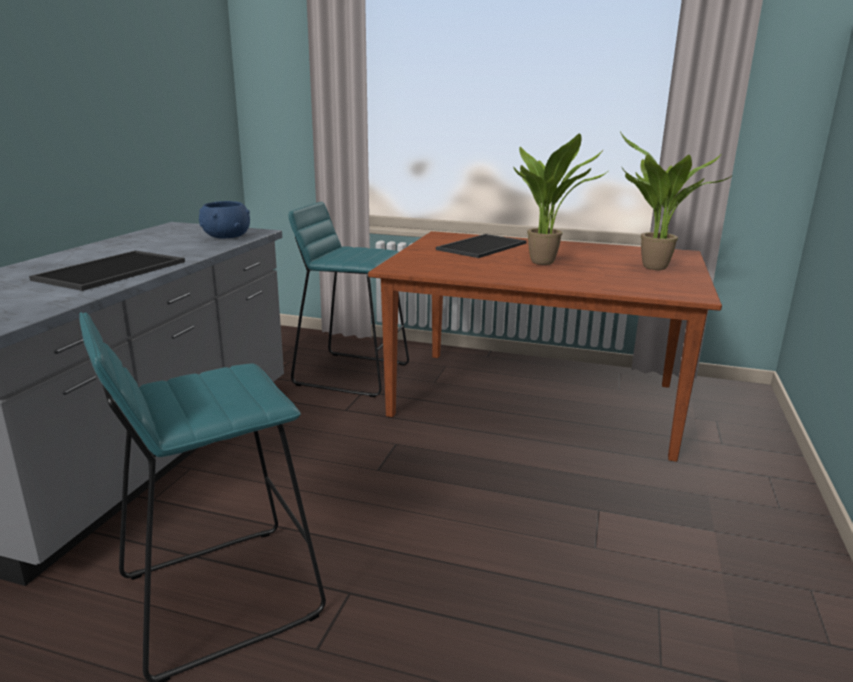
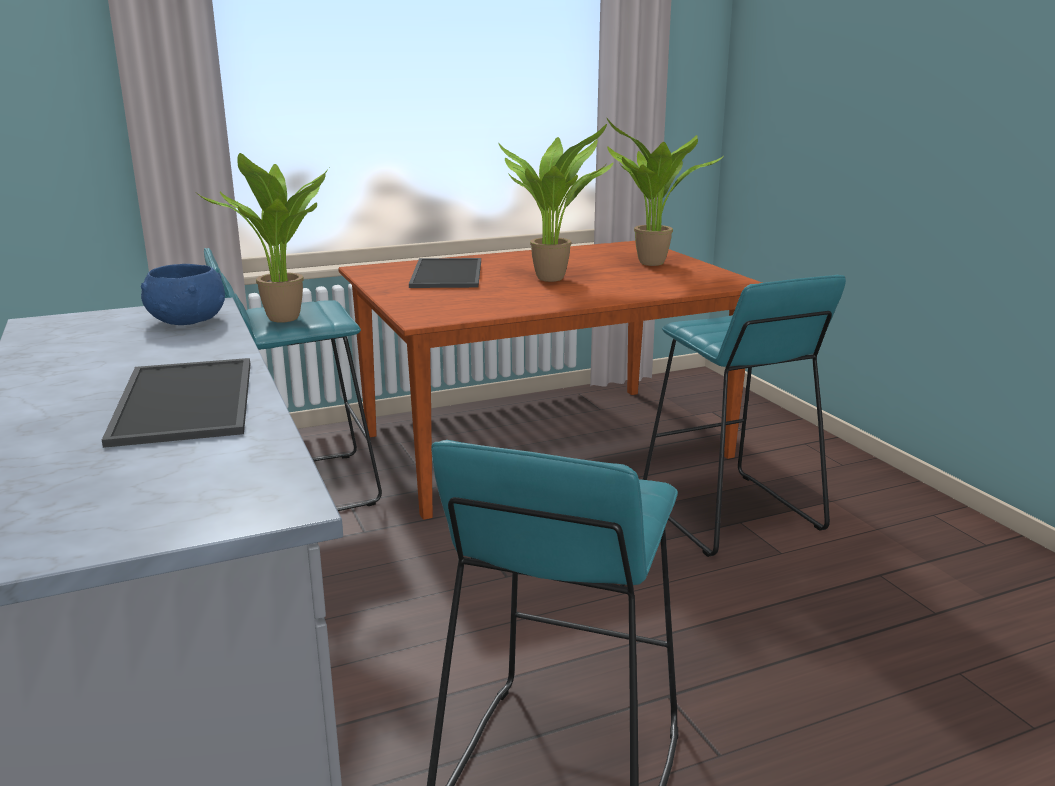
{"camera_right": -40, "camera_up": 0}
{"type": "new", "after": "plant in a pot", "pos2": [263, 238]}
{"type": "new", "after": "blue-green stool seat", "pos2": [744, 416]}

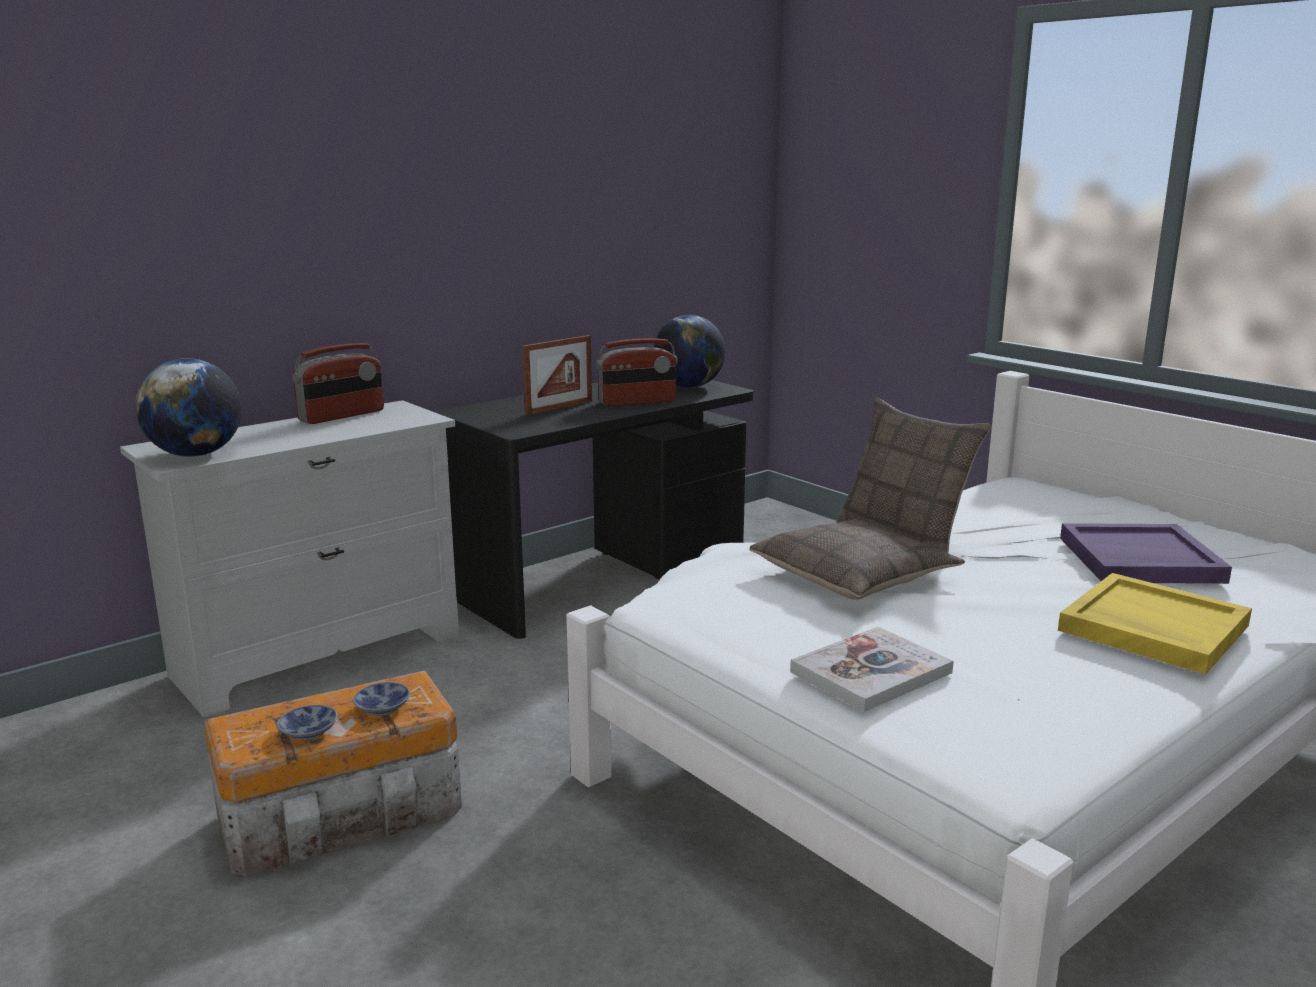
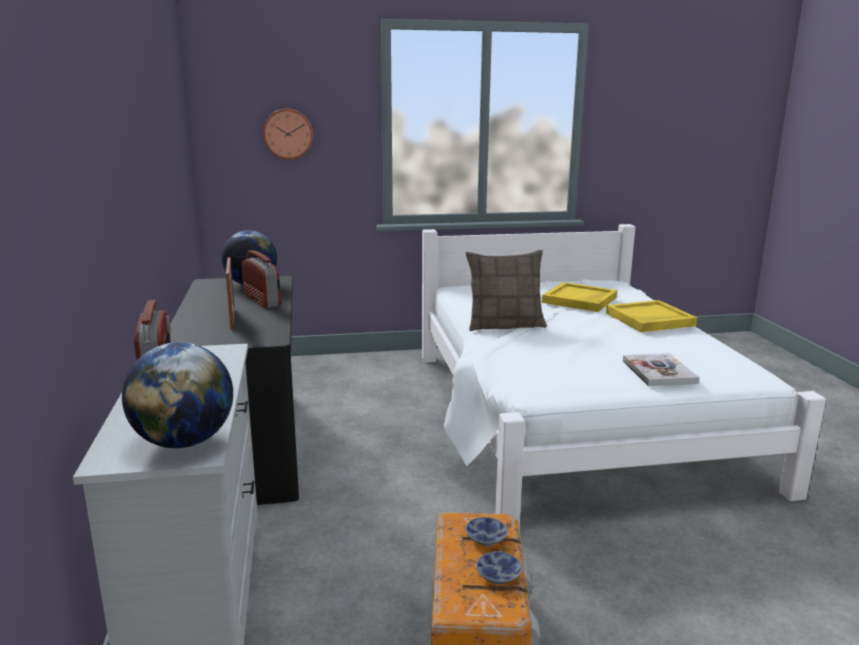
{"camera_right": -60, "camera_up": 0}
{"type": "rotated", "before": "radio receiver", "pos1": [637, 372], "pos2": [261, 279], "turn": -45}
{"type": "gone", "before": "pillow", "pos1": [857, 559]}
{"type": "repainted", "before": "purple serving tray", "after": "yellow serving tray", "pos1": [1146, 553], "pos2": [579, 297]}
{"type": "new", "after": "hanging clock", "pos2": [288, 134]}

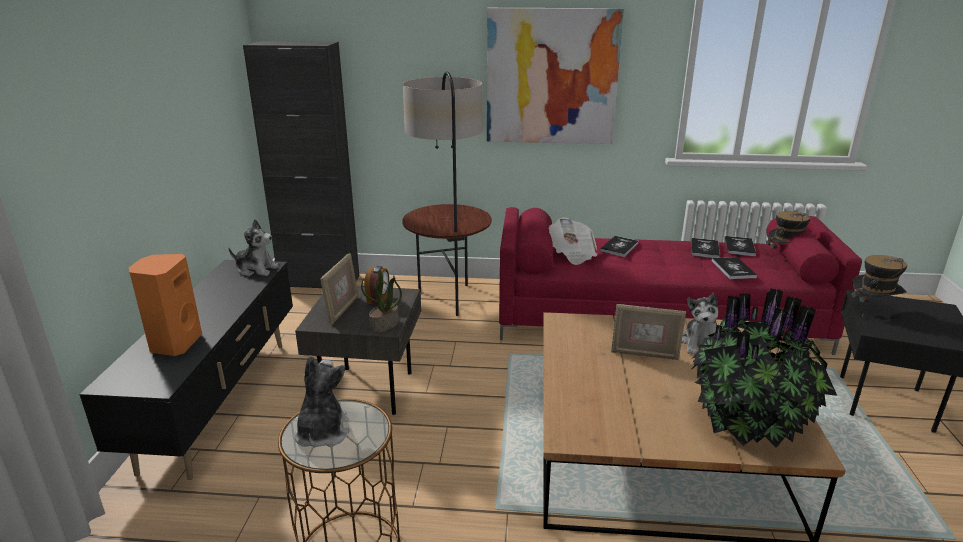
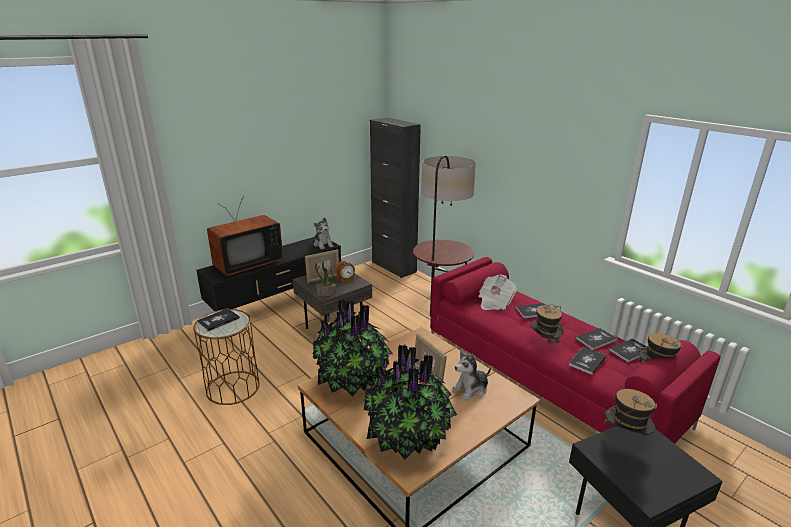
{"camera_right": 45, "camera_up": 0}
{"type": "gone", "before": "wall picture", "pos1": [555, 76]}
{"type": "swapped", "before": "orangey audio speaker", "after": "television", "pos1": [165, 305], "pos2": [245, 235]}
{"type": "swapped", "before": "cuddly toy", "after": "volume", "pos1": [322, 401], "pos2": [218, 320]}
{"type": "new", "after": "plant in a pot", "pos2": [352, 348]}
{"type": "new", "after": "clothing hat", "pos2": [547, 324]}

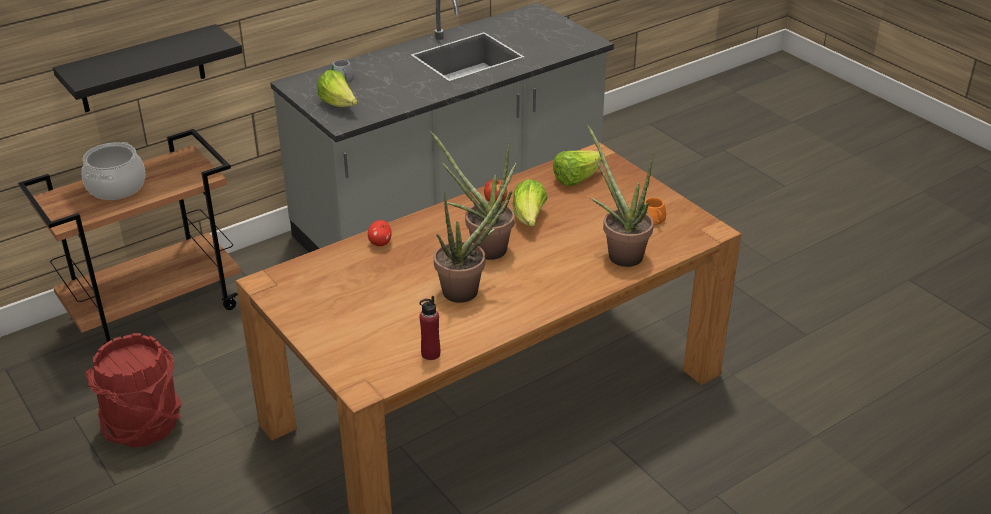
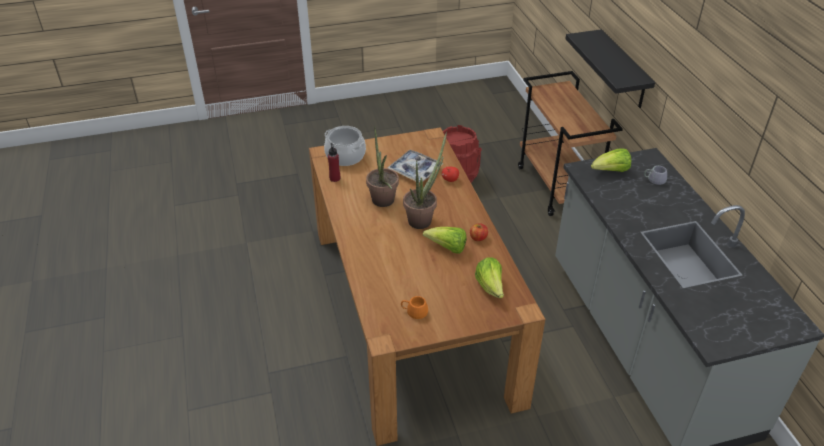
{"camera_right": 110, "camera_up": 5}
{"type": "gone", "before": "plant in a pot", "pos1": [620, 195]}
{"type": "shifted", "before": "stockpot", "pos1": [113, 171], "pos2": [345, 146]}
{"type": "new", "after": "serving tray", "pos2": [415, 166]}

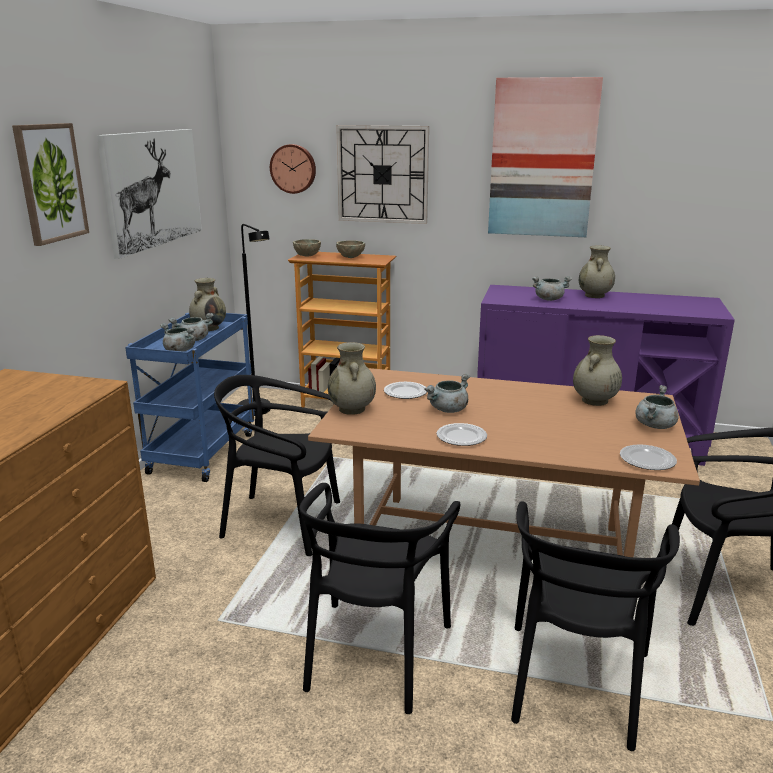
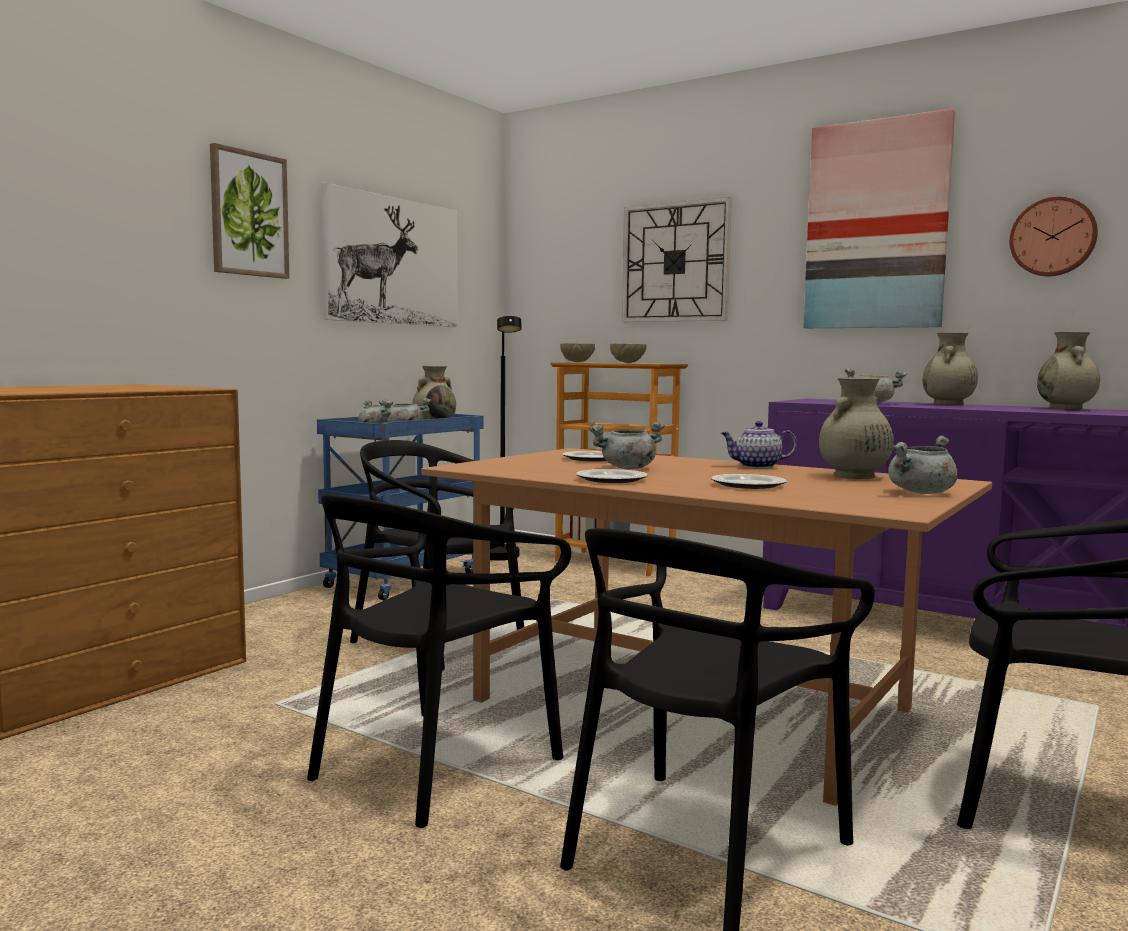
{"camera_right": 20, "camera_up": -15}
{"type": "shifted", "before": "hanging clock", "pos1": [293, 169], "pos2": [1053, 236]}
{"type": "shifted", "before": "sand-coloured vase", "pos1": [352, 378], "pos2": [1068, 371]}
{"type": "shifted", "before": "flat dish", "pos1": [648, 457], "pos2": [749, 481]}
{"type": "new", "after": "pot for tea", "pos2": [759, 444]}

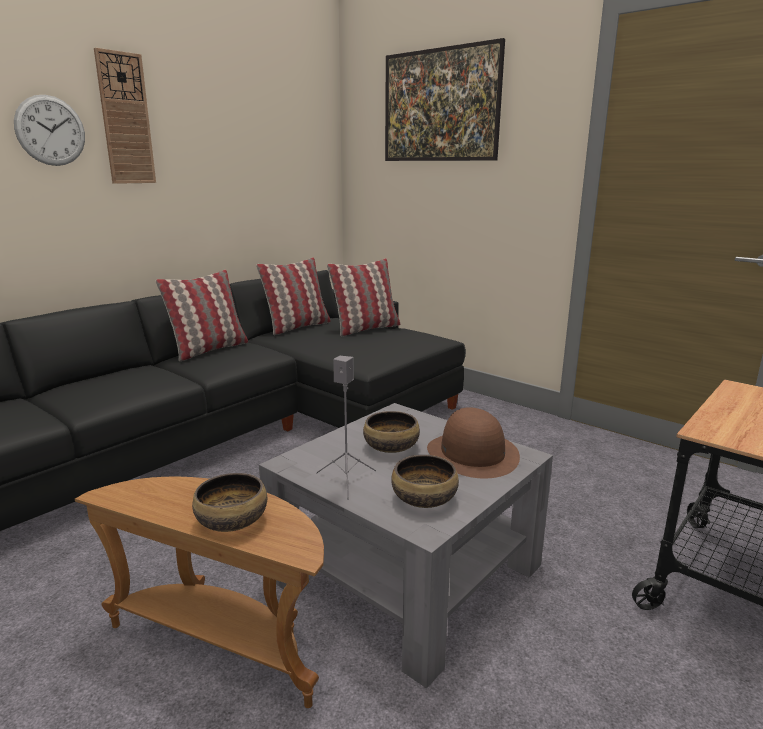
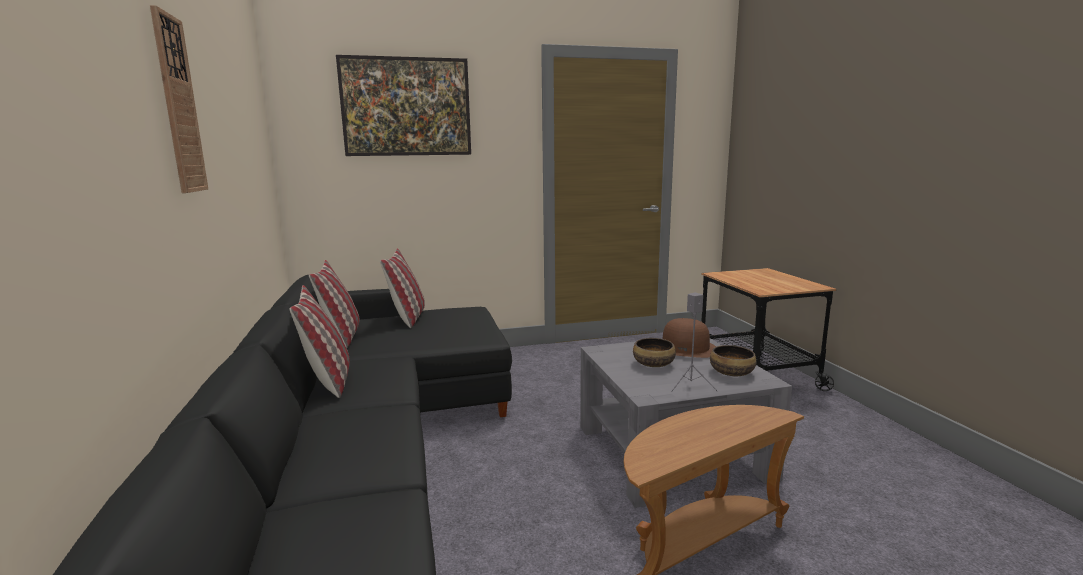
{"camera_right": -55, "camera_up": -5}
{"type": "gone", "before": "hanging clock", "pos1": [49, 130]}
{"type": "gone", "before": "bowl", "pos1": [229, 502]}

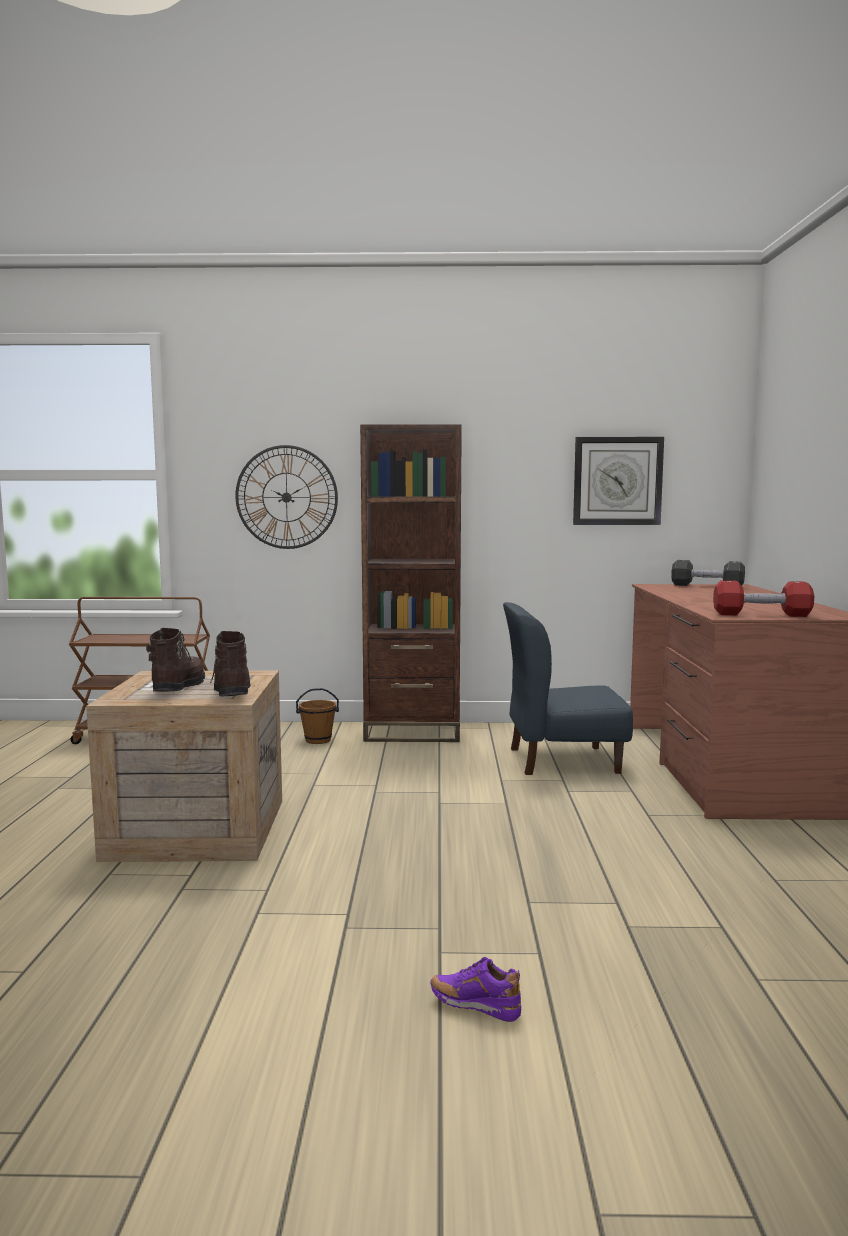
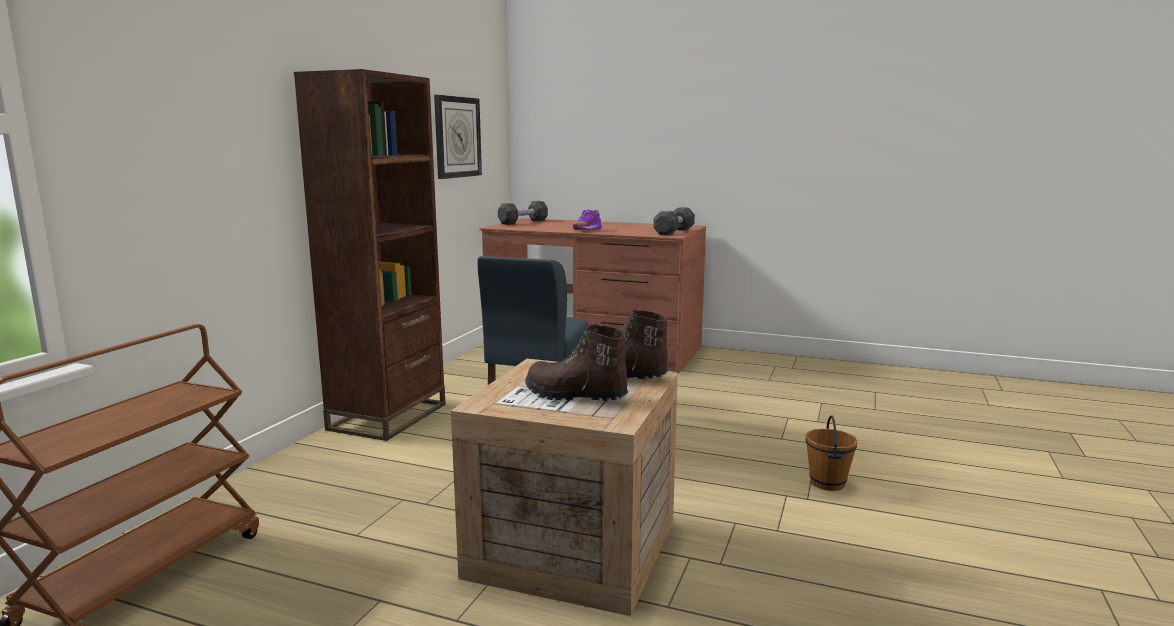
{"camera_right": -70, "camera_up": 5}
{"type": "gone", "before": "hanging clock", "pos1": [286, 497]}
{"type": "repainted", "before": "red hand weight", "after": "black-coloured hand weight", "pos1": [763, 598], "pos2": [674, 221]}
{"type": "shifted", "before": "brownish water bucket", "pos1": [317, 716], "pos2": [832, 453]}
{"type": "shifted", "before": "purple shoe", "pos1": [475, 989], "pos2": [587, 219]}

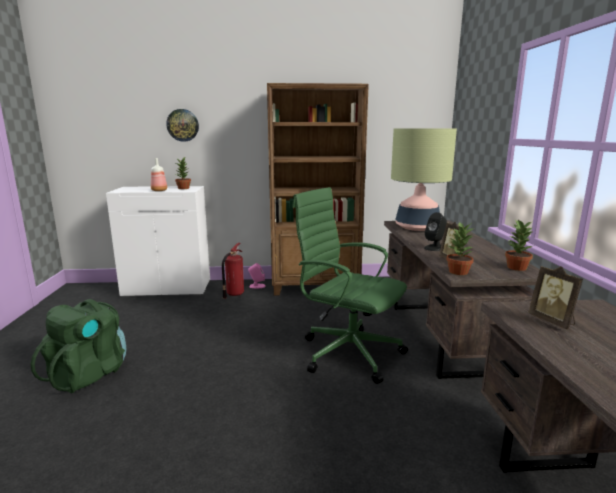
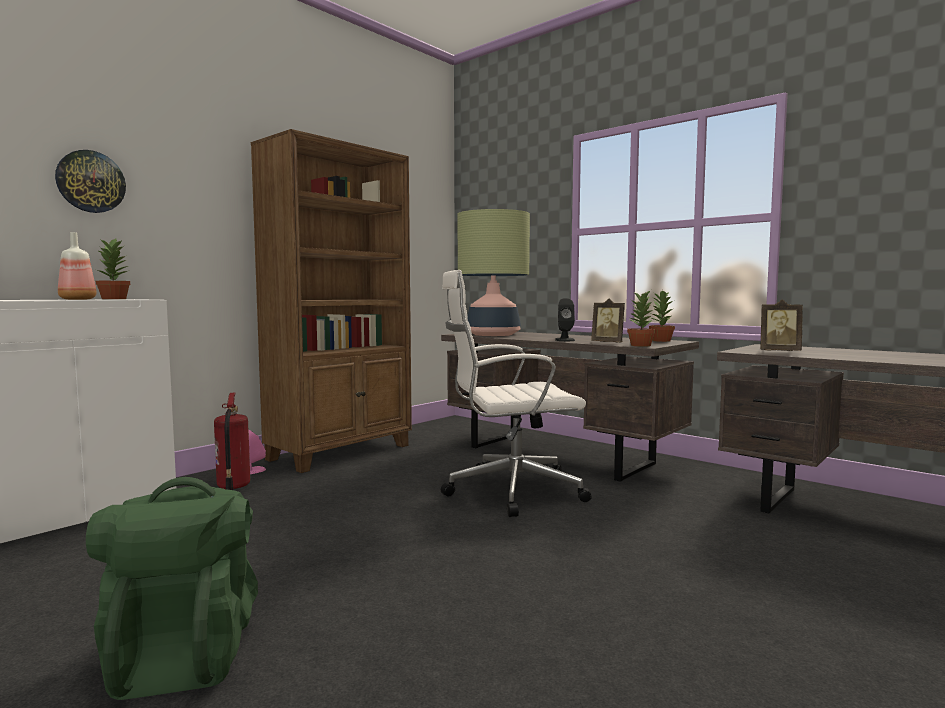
{"camera_right": -45, "camera_up": -10}
{"type": "repainted", "before": "greenish computer chair", "after": "white computer chair", "pos1": [350, 285], "pos2": [516, 393]}

